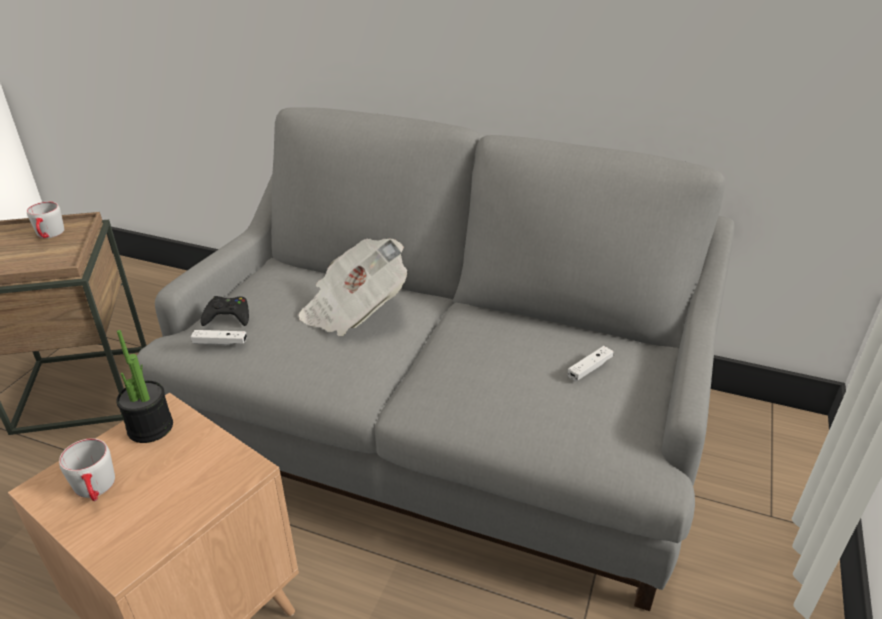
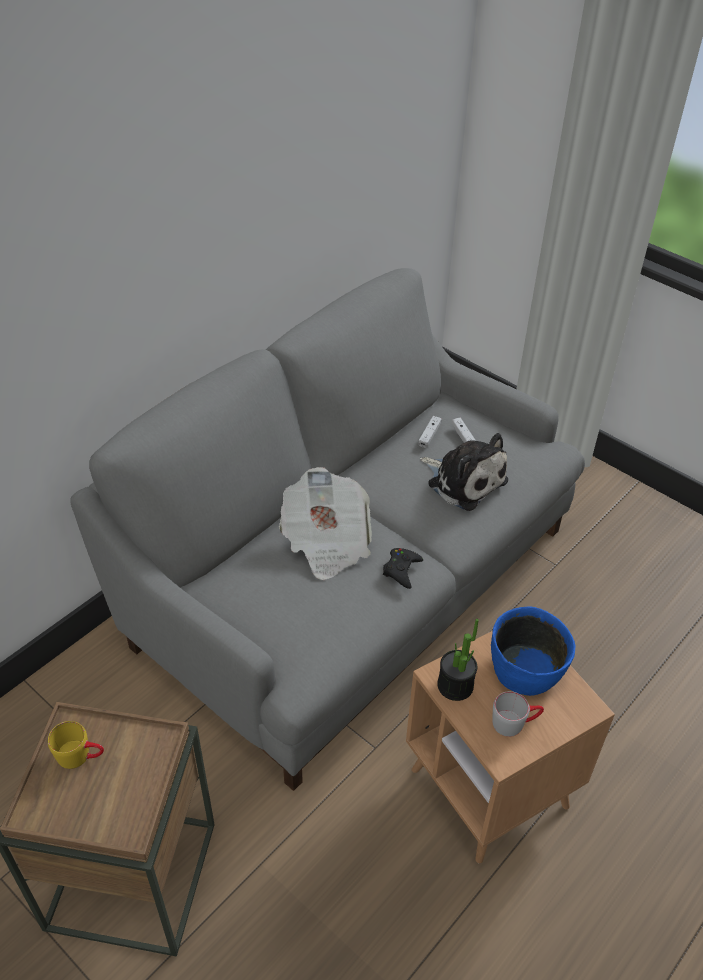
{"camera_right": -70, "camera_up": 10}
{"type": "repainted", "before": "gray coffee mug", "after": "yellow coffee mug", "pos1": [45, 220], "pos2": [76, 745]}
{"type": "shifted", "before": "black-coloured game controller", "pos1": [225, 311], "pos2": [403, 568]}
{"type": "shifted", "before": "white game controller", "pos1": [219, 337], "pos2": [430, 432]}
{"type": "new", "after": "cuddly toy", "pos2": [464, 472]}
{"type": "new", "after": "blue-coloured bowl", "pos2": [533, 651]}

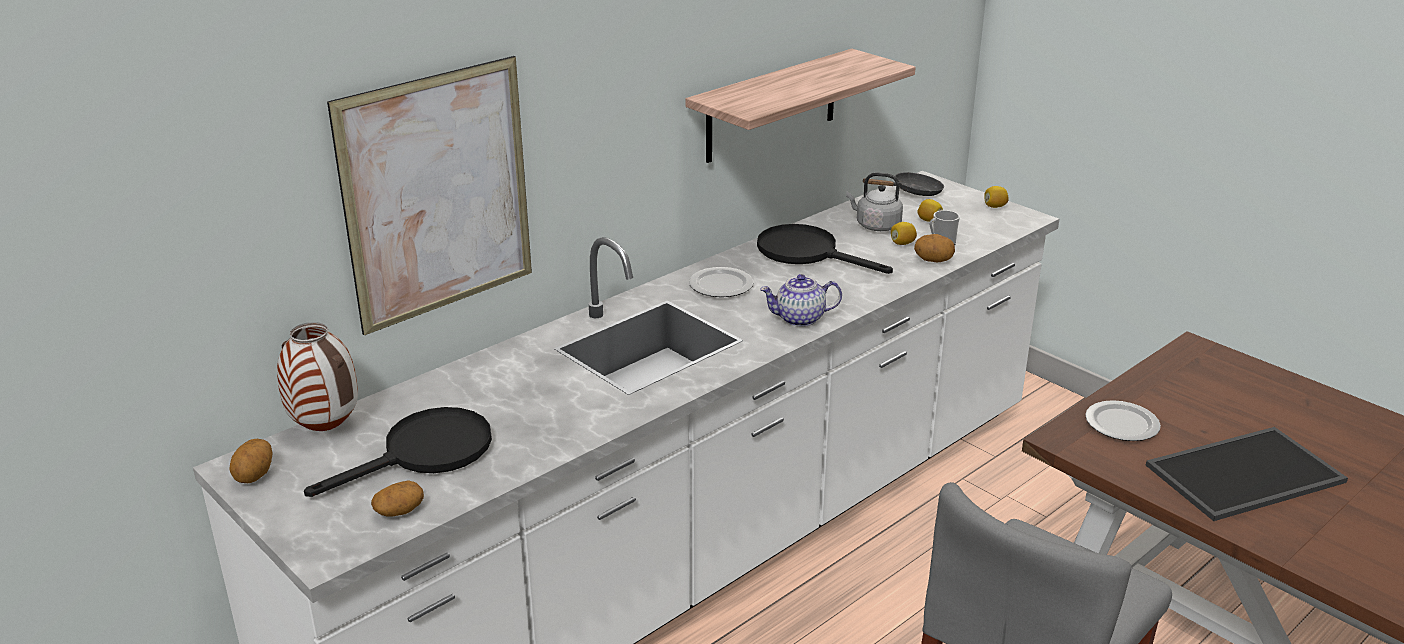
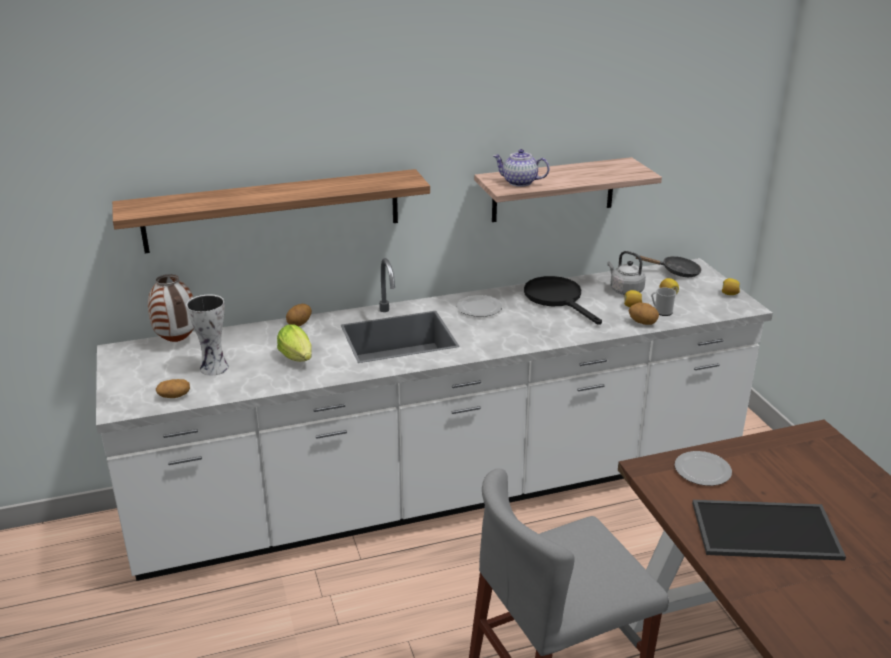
{"camera_right": 25, "camera_up": 0}
{"type": "swapped", "before": "wall picture", "after": "shelf", "pos1": [429, 196], "pos2": [271, 211]}
{"type": "shifted", "before": "pot for tea", "pos1": [801, 300], "pos2": [521, 168]}
{"type": "swapped", "before": "black-coloured skillet", "after": "vase", "pos1": [398, 452], "pos2": [207, 334]}
{"type": "shifted", "before": "potato", "pos1": [251, 461], "pos2": [299, 315]}
{"type": "new", "after": "head of lettuce", "pos2": [294, 343]}

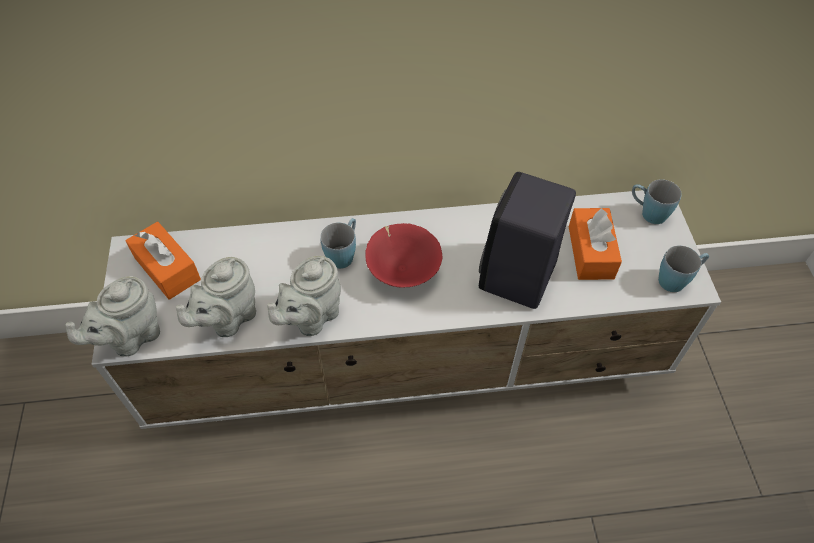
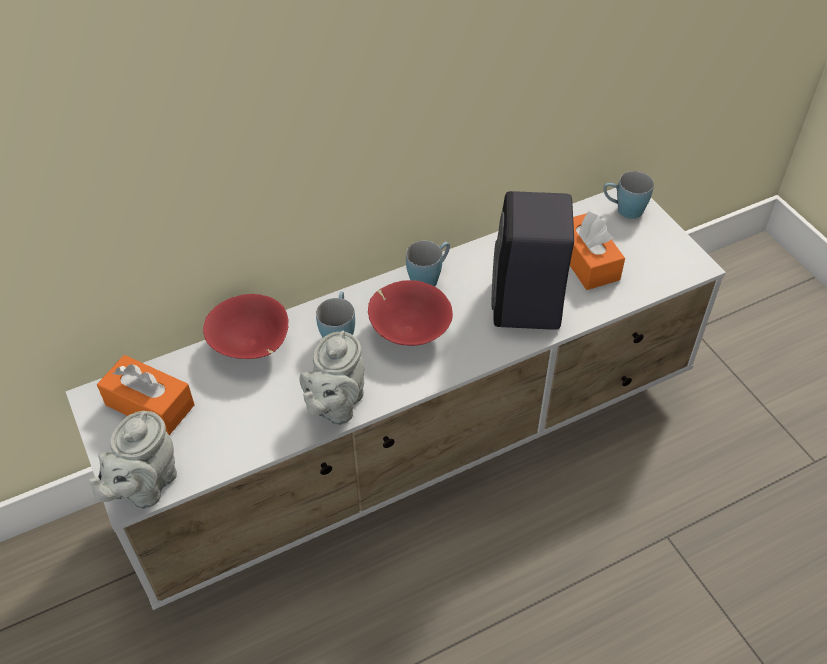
{"camera_right": -20, "camera_up": -5}
{"type": "shifted", "before": "blue-coloured coffee mug", "pos1": [683, 269], "pos2": [428, 263]}
{"type": "gone", "before": "gray pot for tea", "pos1": [216, 297]}
{"type": "new", "after": "red bowl", "pos2": [246, 326]}

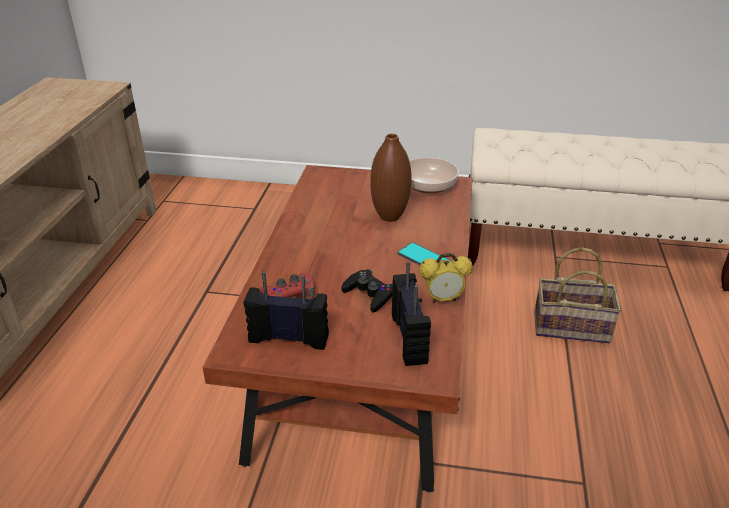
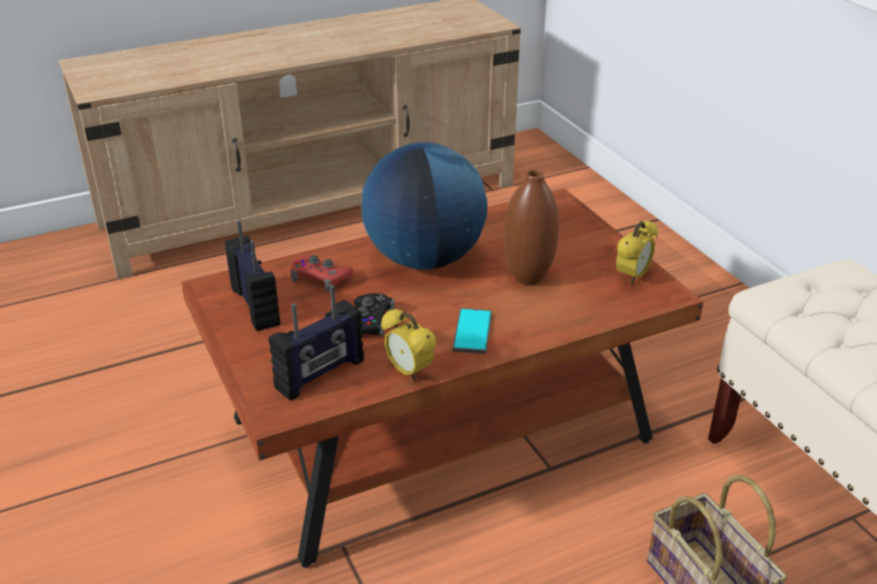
{"camera_right": 55, "camera_up": 0}
{"type": "swapped", "before": "bowl", "after": "bedside clock", "pos1": [434, 176], "pos2": [637, 252]}
{"type": "new", "after": "world globe", "pos2": [425, 205]}

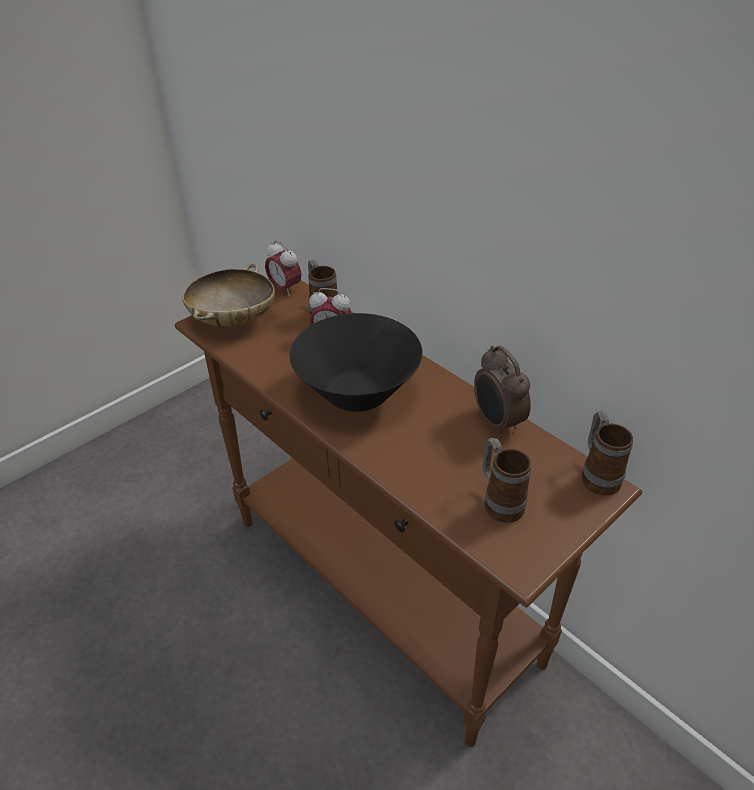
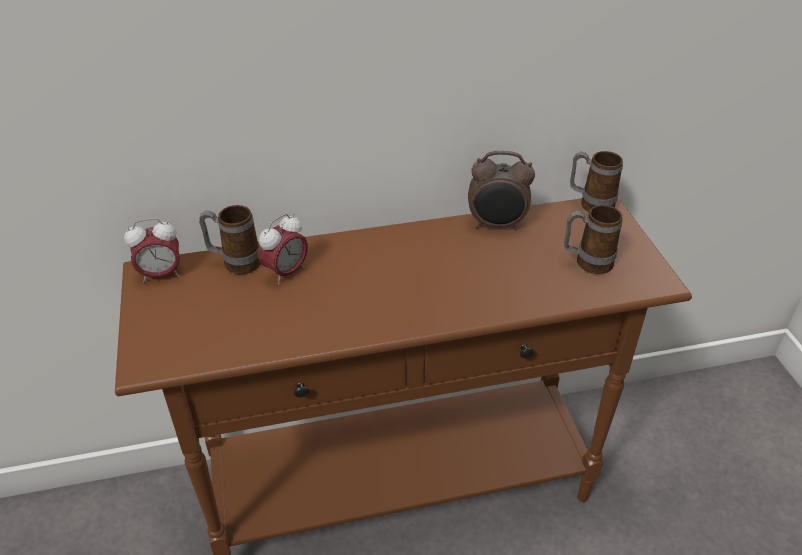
{"camera_right": -60, "camera_up": 0}
{"type": "gone", "before": "sand-coloured bowl", "pos1": [229, 295]}
{"type": "gone", "before": "black-coloured bowl", "pos1": [356, 362]}

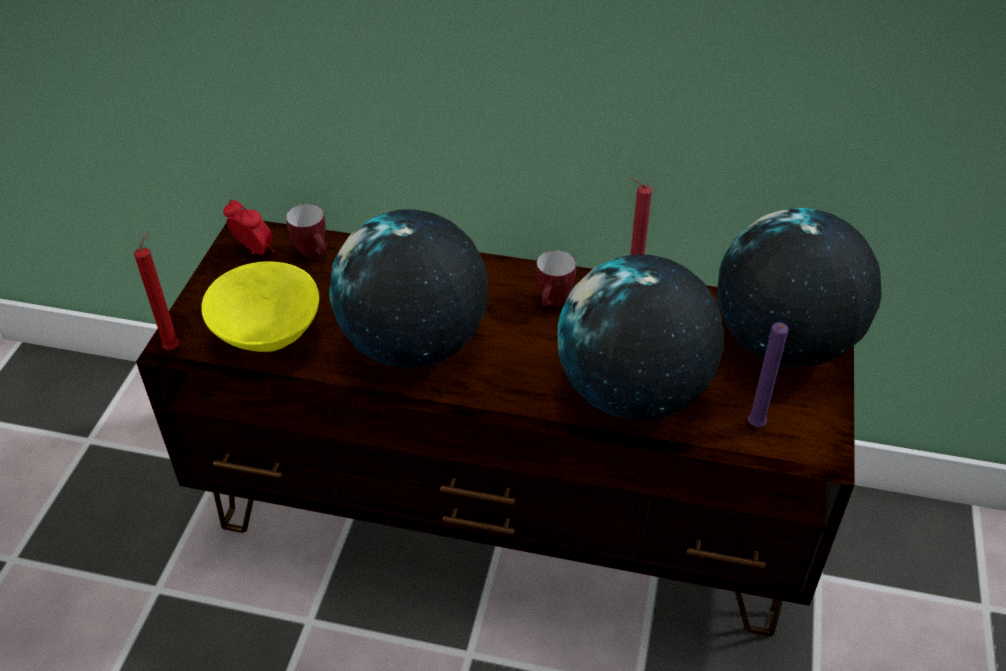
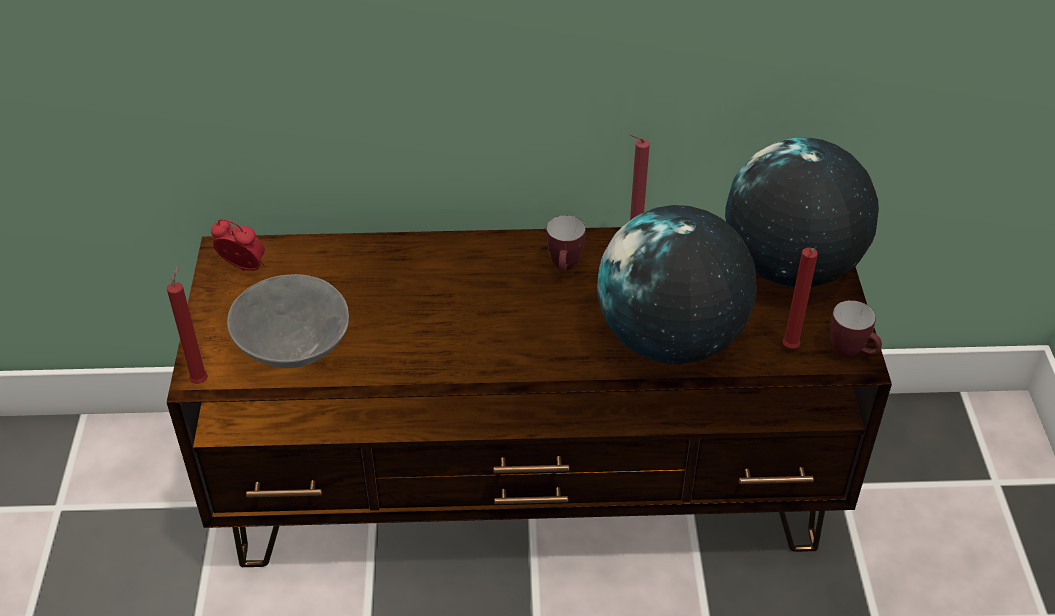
{"camera_right": -15, "camera_up": 0}
{"type": "shifted", "before": "coffee mug", "pos1": [306, 230], "pos2": [856, 329]}
{"type": "gone", "before": "world globe", "pos1": [408, 288]}
{"type": "repainted", "before": "yellow bowl", "after": "gray bowl", "pos1": [260, 306], "pos2": [288, 321]}
{"type": "repainted", "before": "purple wax candle", "after": "red wax candle", "pos1": [768, 374], "pos2": [800, 298]}

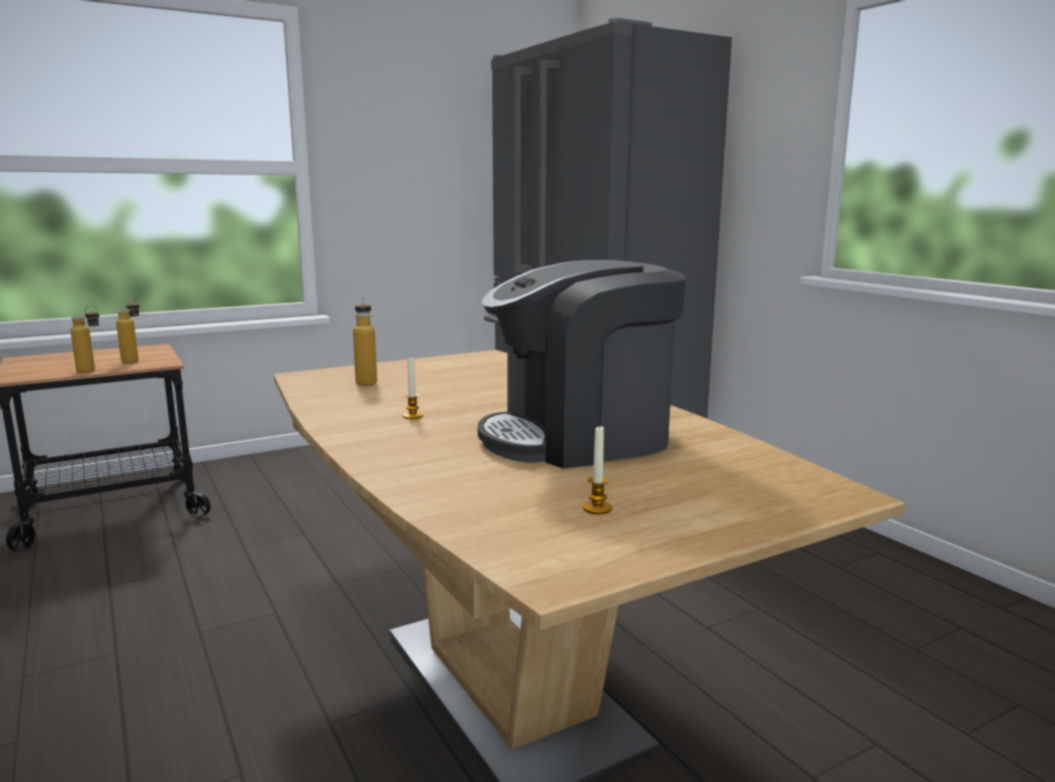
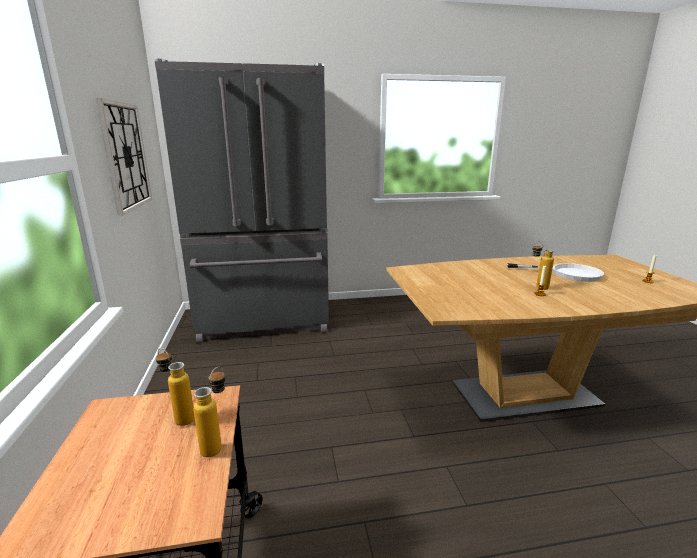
{"camera_right": -70, "camera_up": 5}
{"type": "swapped", "before": "coffee brewer", "after": "white skillet", "pos1": [582, 364], "pos2": [555, 272]}
{"type": "shifted", "before": "bottle", "pos1": [365, 341], "pos2": [543, 265]}
{"type": "new", "after": "hanging clock", "pos2": [123, 157]}

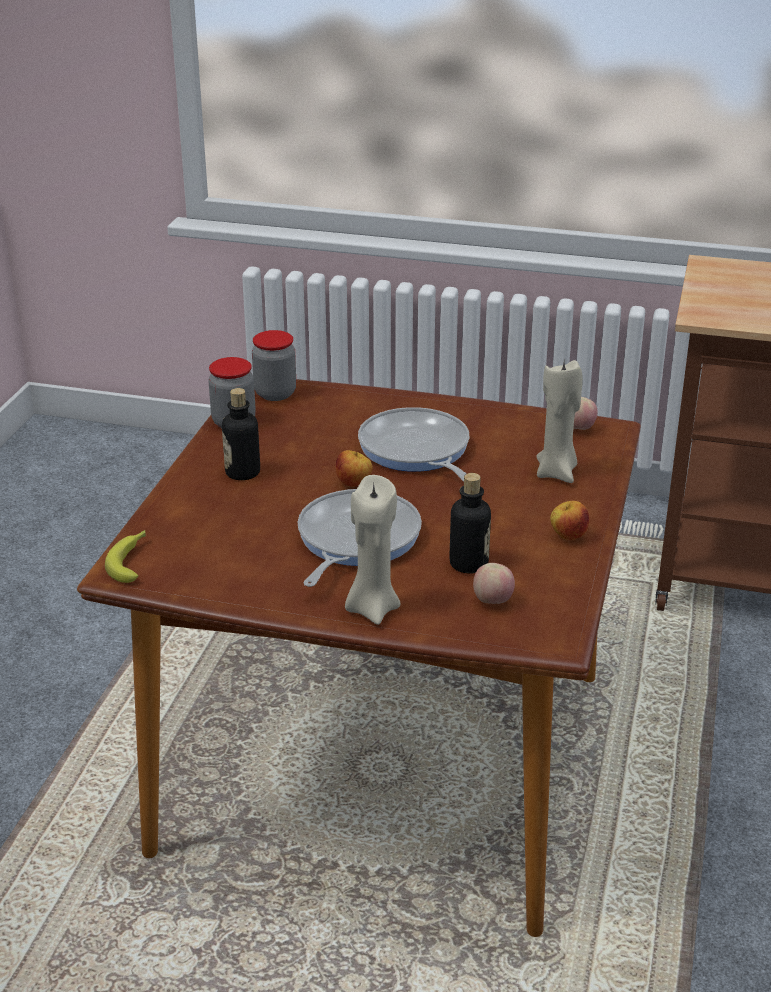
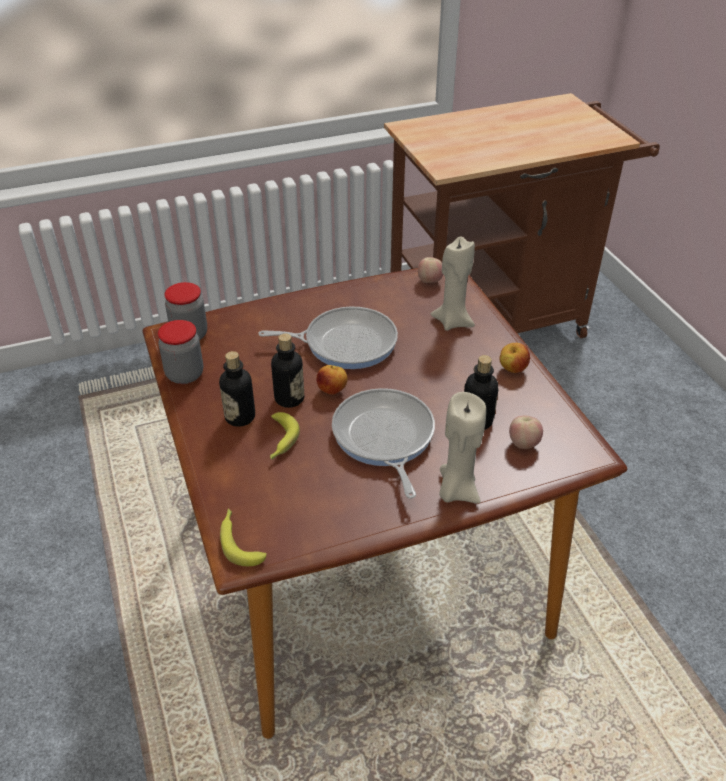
{"camera_right": -35, "camera_up": 10}
{"type": "rotated", "before": "skillet", "pos1": [414, 444], "pos2": [328, 337], "turn": 150}
{"type": "new", "after": "bottle", "pos2": [287, 370]}
{"type": "new", "after": "whole banana", "pos2": [285, 435]}

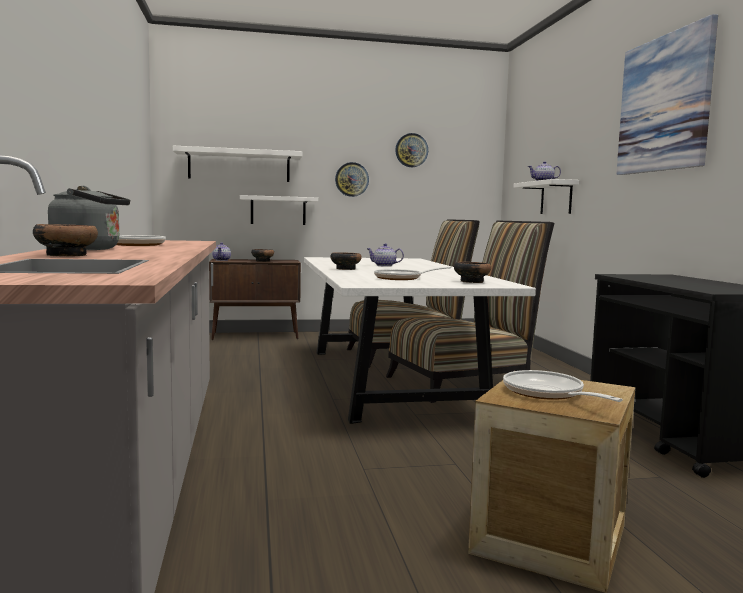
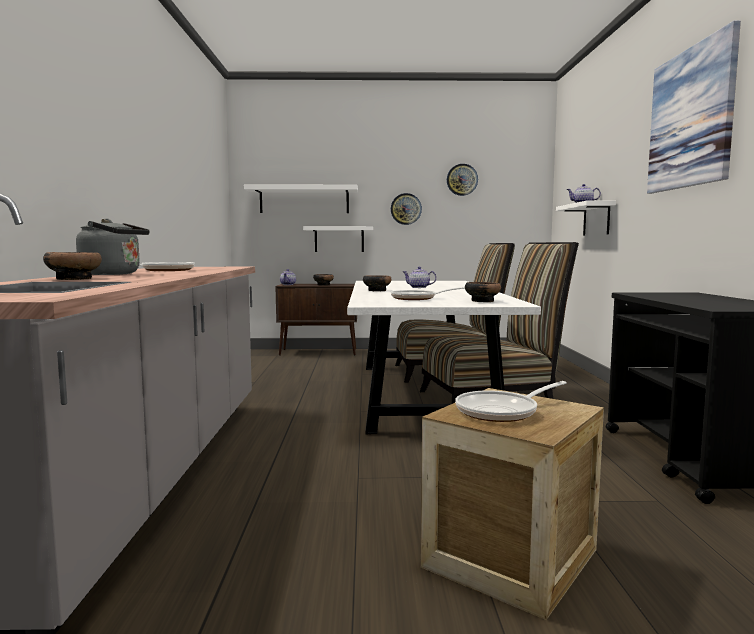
{"camera_right": 10, "camera_up": 0}
{"type": "rotated", "before": "skillet", "pos1": [563, 386], "pos2": [511, 401], "turn": -105}

